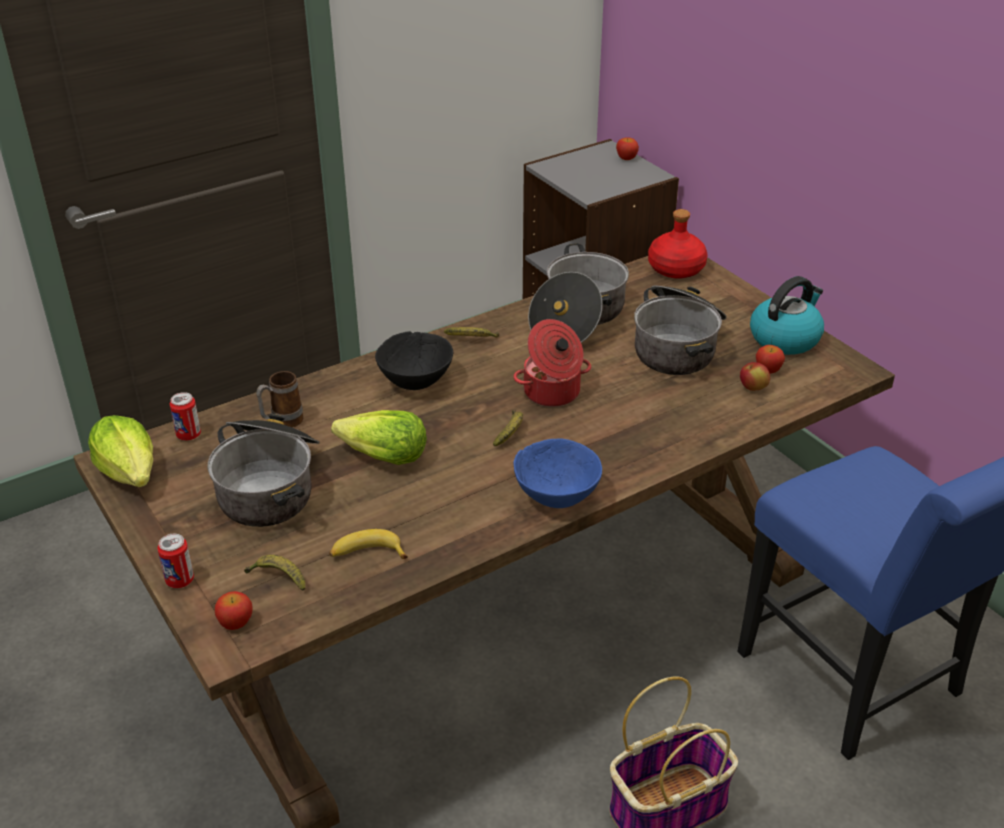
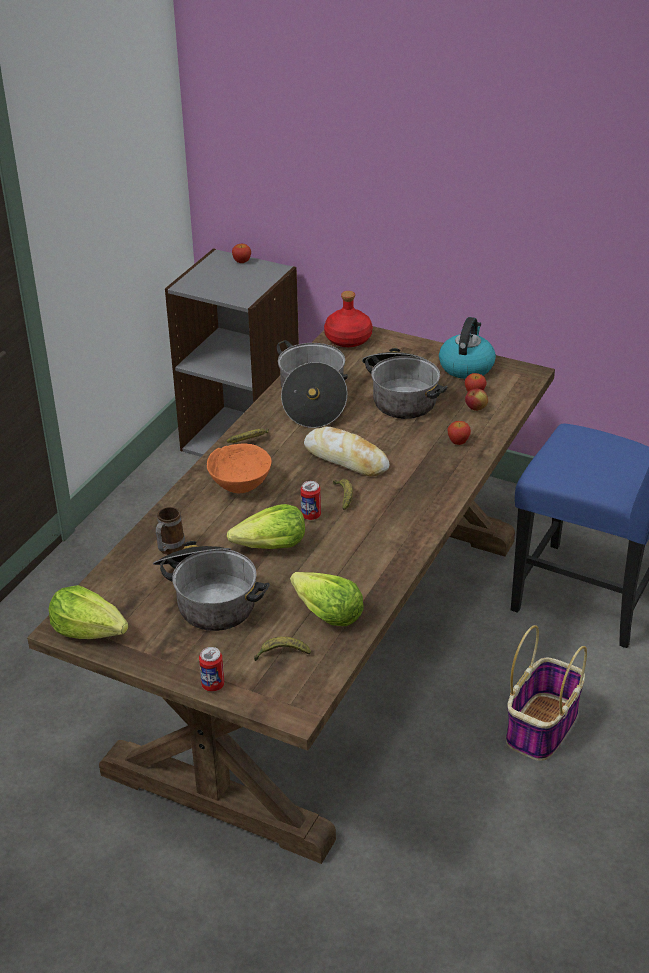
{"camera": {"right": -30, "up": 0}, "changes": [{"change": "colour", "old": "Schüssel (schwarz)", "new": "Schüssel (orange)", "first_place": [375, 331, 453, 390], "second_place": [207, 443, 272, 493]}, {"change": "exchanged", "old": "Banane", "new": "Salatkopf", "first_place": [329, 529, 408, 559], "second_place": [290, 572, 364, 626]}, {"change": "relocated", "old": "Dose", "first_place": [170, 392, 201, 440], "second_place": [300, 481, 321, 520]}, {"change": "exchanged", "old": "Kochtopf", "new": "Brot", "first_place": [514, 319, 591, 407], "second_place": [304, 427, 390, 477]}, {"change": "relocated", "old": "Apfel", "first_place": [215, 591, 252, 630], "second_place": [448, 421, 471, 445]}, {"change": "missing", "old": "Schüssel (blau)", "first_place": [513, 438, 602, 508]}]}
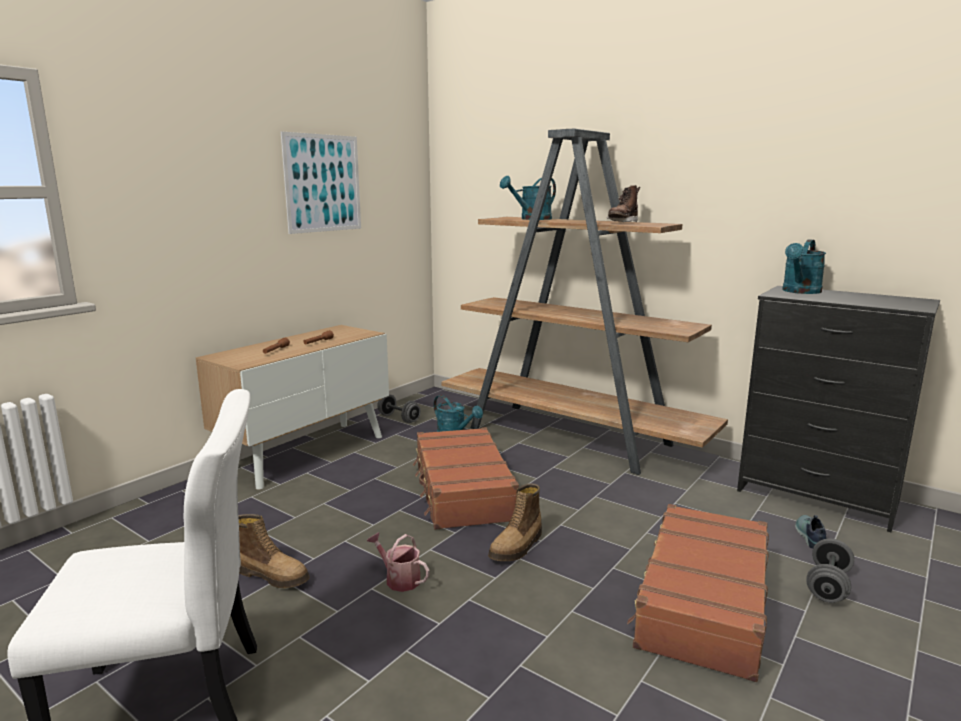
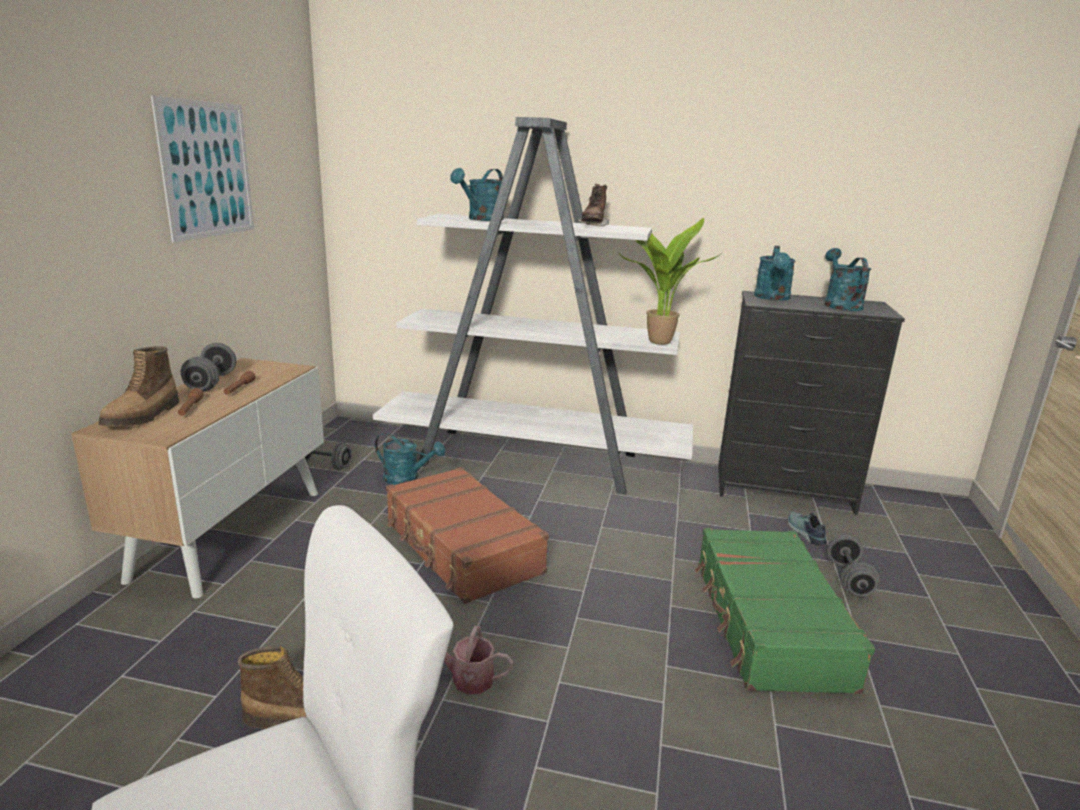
{"camera": {"right": -25, "up": 5}, "changes": [{"change": "relocated", "old": "Stiefel", "first_place": [488, 483, 542, 561], "second_place": [99, 346, 179, 426]}, {"change": "appeared", "new": "Hantel (grau)", "second_place": [181, 343, 236, 392]}, {"change": "colour", "old": "Bücherregal (braun)", "new": "Bücherregal (weiß)", "first_place": [441, 129, 728, 475], "second_place": [373, 117, 693, 494]}, {"change": "appeared", "new": "Topfpflanze", "second_place": [619, 218, 719, 345]}, {"change": "colour", "old": "Koffer (braun)", "new": "Koffer (grün)", "first_place": [627, 504, 769, 682], "second_place": [695, 528, 875, 694]}, {"change": "appeared", "new": "Gießkanne (türkis)", "second_place": [824, 248, 871, 311]}]}
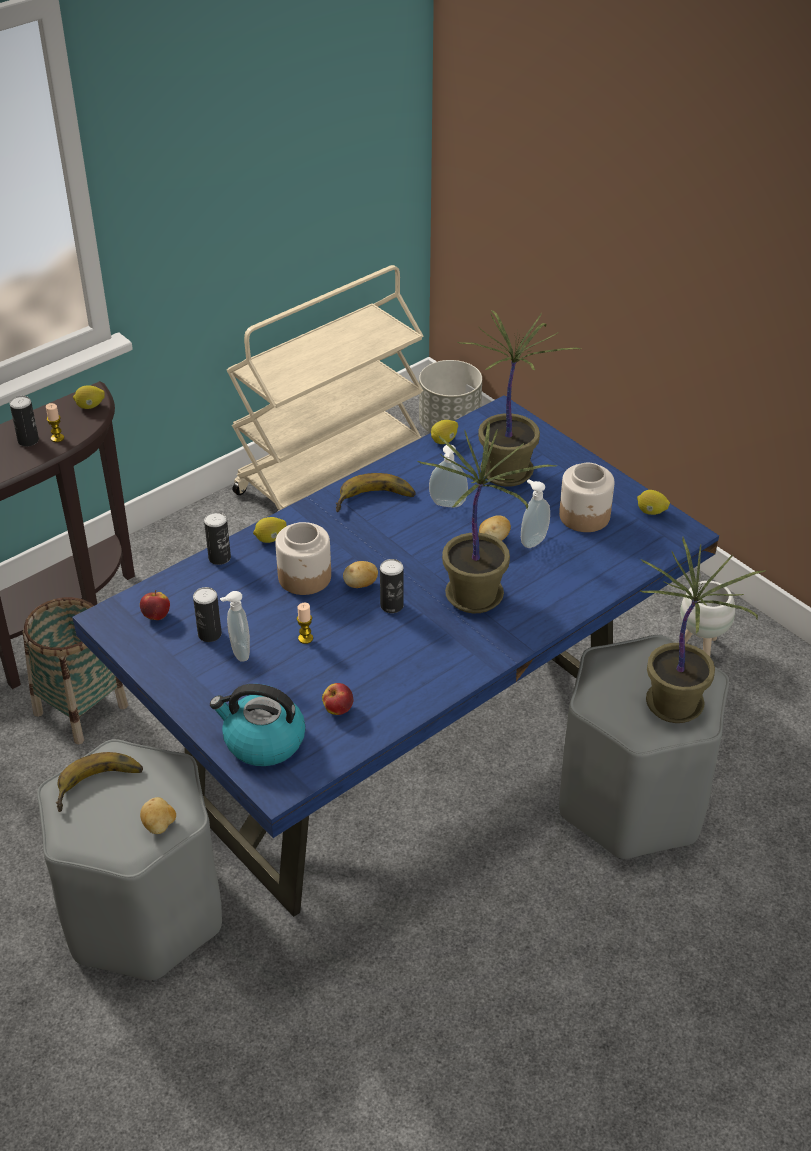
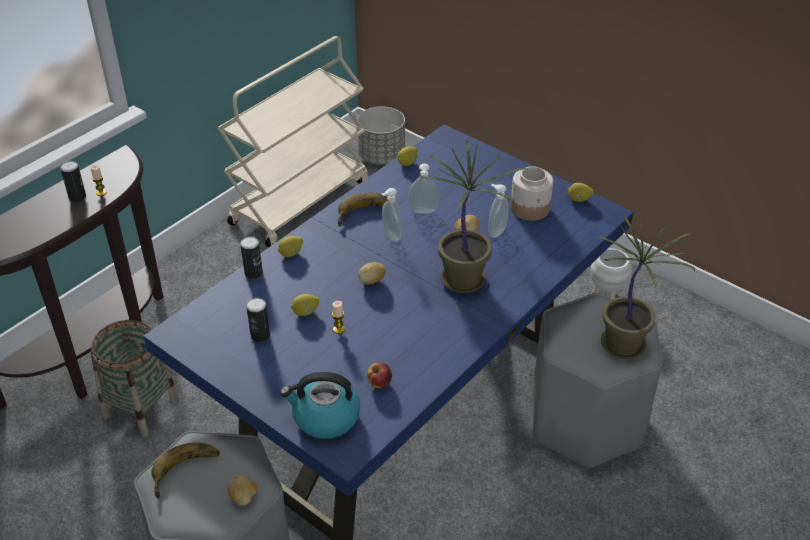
{"camera": {"right": -10, "up": 0}, "changes": [{"change": "relocated", "old": "Zitrone", "first_place": [73, 385, 105, 409], "second_place": [291, 294, 320, 316]}, {"change": "relocated", "old": "Seifenspender", "first_place": [220, 591, 250, 662], "second_place": [382, 188, 401, 241]}, {"change": "missing", "old": "Apfel", "first_place": [140, 590, 170, 620]}, {"change": "missing", "old": "Vorratsglas", "first_place": [275, 522, 331, 595]}, {"change": "missing", "old": "Dose", "first_place": [380, 559, 403, 613]}, {"change": "missing", "old": "Topfpflanze", "first_place": [458, 310, 581, 487]}]}
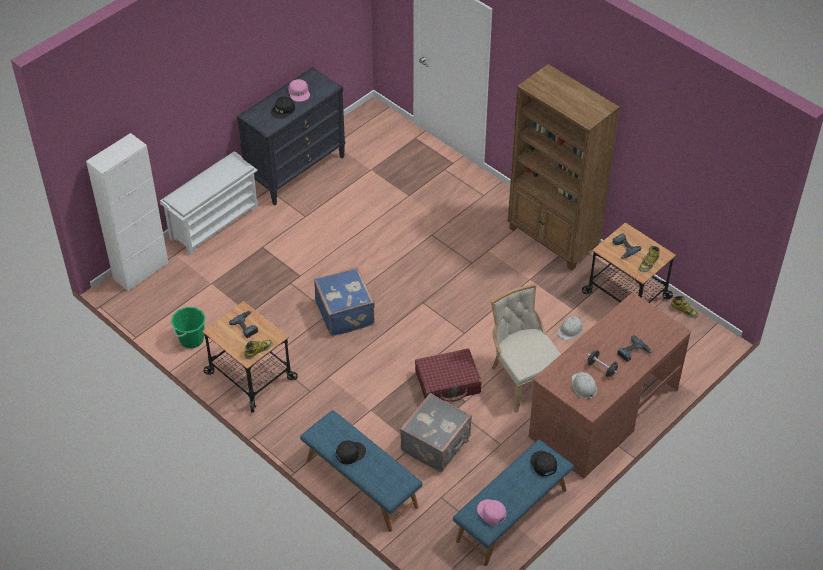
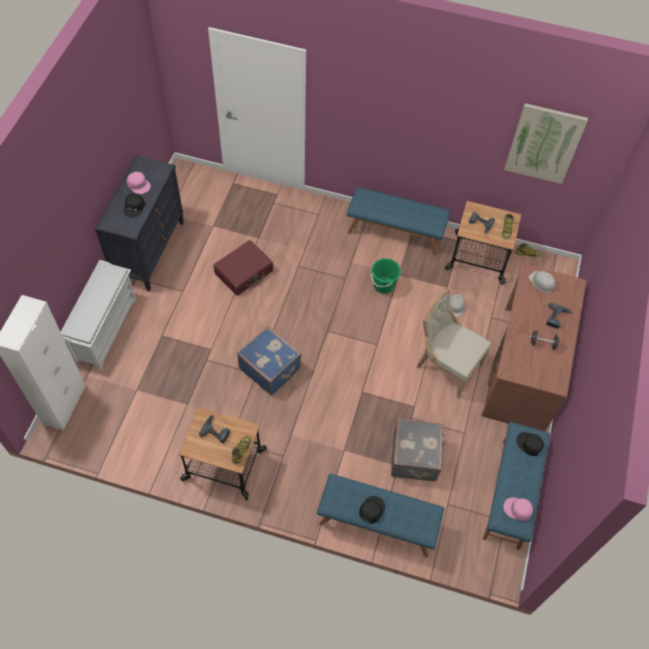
{"camera": {"right": -30, "up": 10}, "changes": [{"change": "relocated", "old": "Koffer (rot)", "first_place": [415, 349, 482, 402], "second_place": [213, 240, 273, 296]}, {"change": "exchanged", "old": "Bücherregal (braun)", "new": "Bank (blau)", "first_place": [508, 64, 620, 270], "second_place": [347, 187, 450, 256]}, {"change": "relocated", "old": "Eimer (grün)", "first_place": [171, 307, 206, 348], "second_place": [371, 258, 401, 294]}, {"change": "appeared", "new": "Bild", "second_place": [504, 103, 588, 184]}, {"change": "relocated", "old": "Schutzhelm (weiß)", "first_place": [572, 372, 597, 400], "second_place": [529, 271, 557, 293]}]}
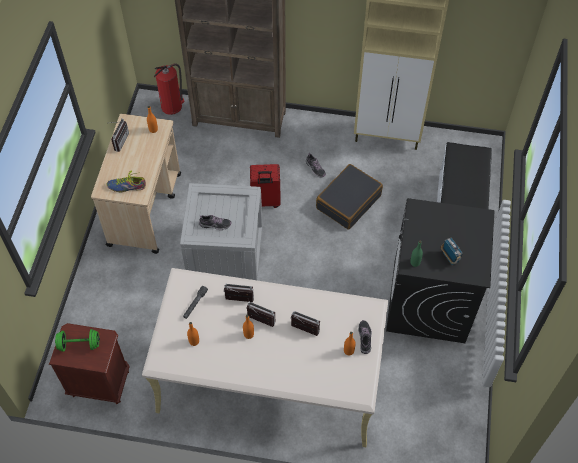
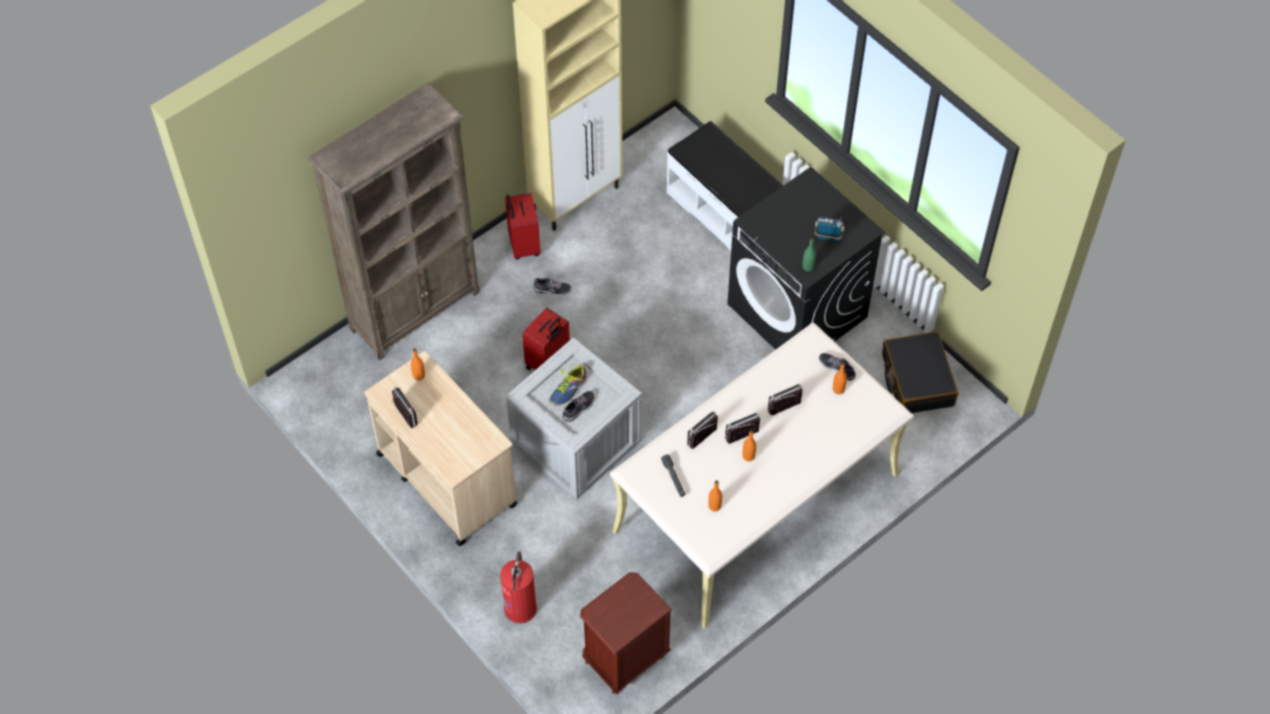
{"camera": {"right": -50, "up": 0}, "changes": [{"change": "relocated", "old": "Feuerlöscher", "first_place": [154, 63, 185, 115], "second_place": [500, 551, 537, 623]}, {"change": "appeared", "new": "Koffer (rot)", "second_place": [505, 193, 540, 260]}, {"change": "relocated", "old": "Schuh", "first_place": [107, 170, 146, 192], "second_place": [549, 362, 586, 406]}, {"change": "relocated", "old": "Koffer (schwarz)", "first_place": [316, 164, 383, 230], "second_place": [882, 331, 958, 413]}, {"change": "missing", "old": "Hantel (grün)", "first_place": [55, 329, 100, 352]}]}
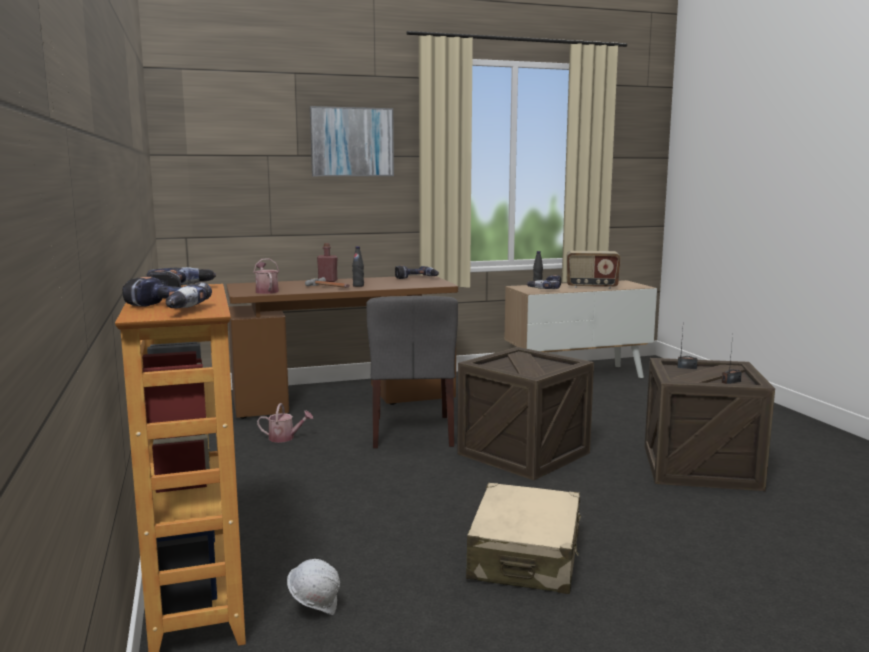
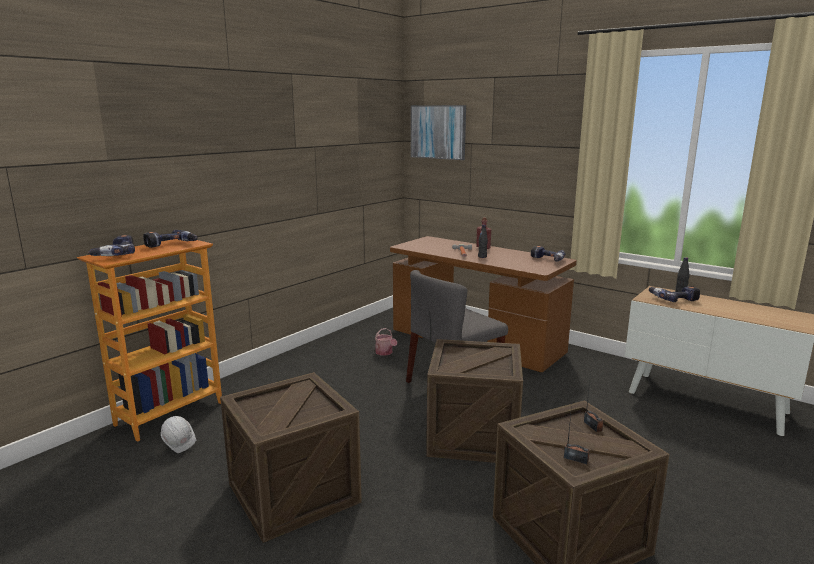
{"camera": {"right": 55, "up": 5}, "changes": [{"change": "exchanged", "old": "Koffer (beige)", "new": "Kiste", "first_place": [466, 483, 581, 594], "second_place": [220, 372, 362, 543]}, {"change": "relocated", "old": "Bild", "first_place": [310, 106, 394, 176], "second_place": [411, 105, 466, 160]}, {"change": "missing", "old": "Gießkanne", "first_place": [254, 258, 279, 294]}, {"change": "missing", "old": "Radio", "first_place": [567, 251, 621, 289]}]}
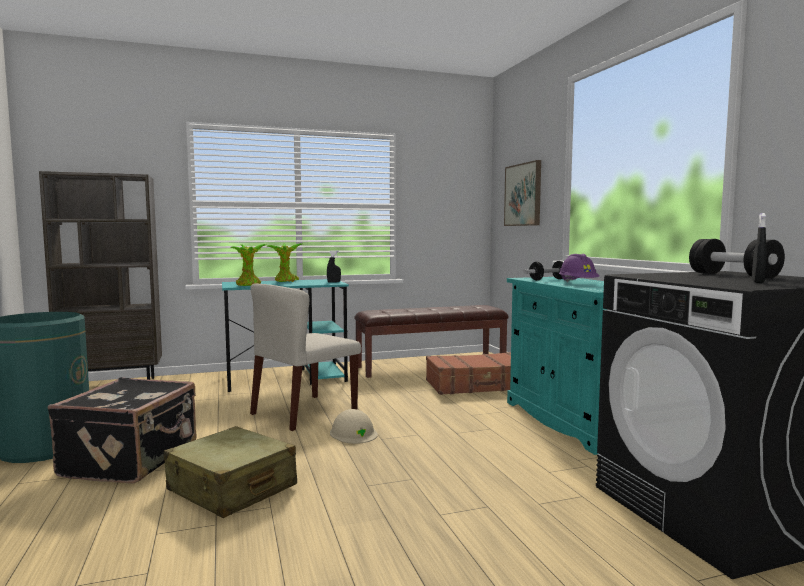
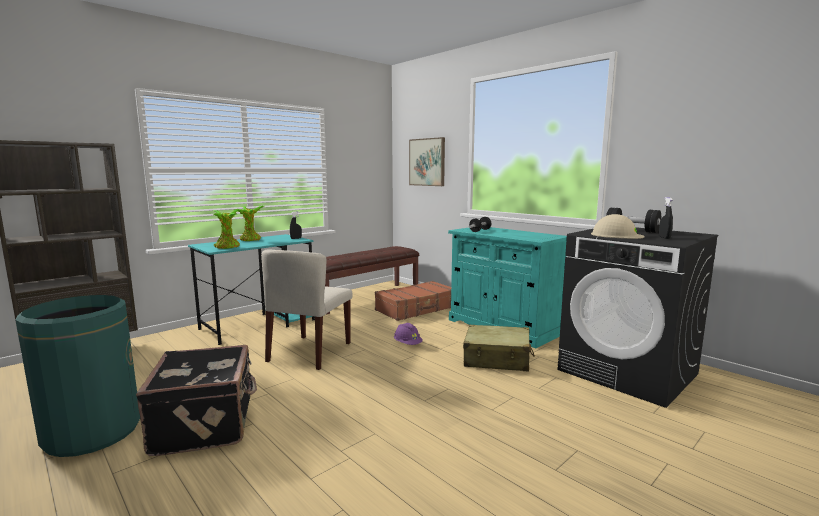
{"camera": {"right": -25, "up": 5}, "changes": [{"change": "relocated", "old": "Schutzhelm (lila)", "first_place": [559, 254, 600, 282], "second_place": [394, 323, 423, 345]}, {"change": "relocated", "old": "Koffer (beige)", "first_place": [164, 426, 297, 518], "second_place": [463, 325, 535, 371]}, {"change": "relocated", "old": "Schutzhelm (beige)", "first_place": [330, 409, 378, 444], "second_place": [591, 214, 645, 239]}]}
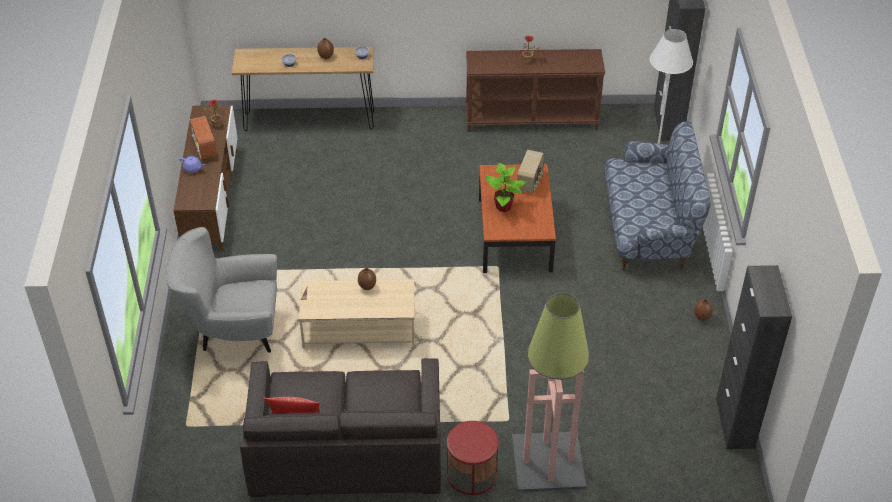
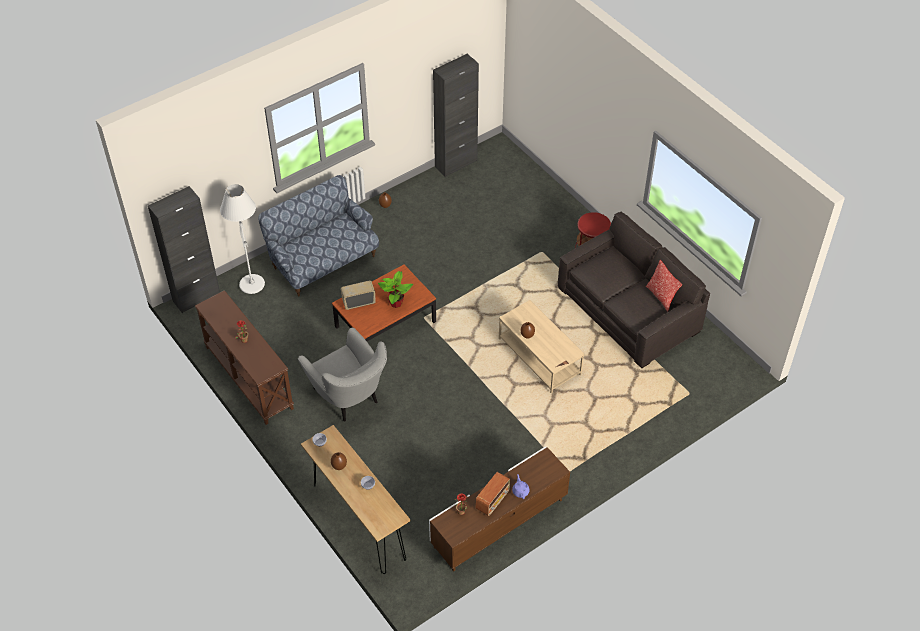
{"camera": {"right": -125, "up": 5}, "changes": [{"change": "relocated", "old": "Sessel (grau)", "first_place": [165, 227, 277, 353], "second_place": [298, 328, 387, 422]}, {"change": "missing", "old": "Stehlampe", "first_place": [512, 293, 589, 492]}]}
